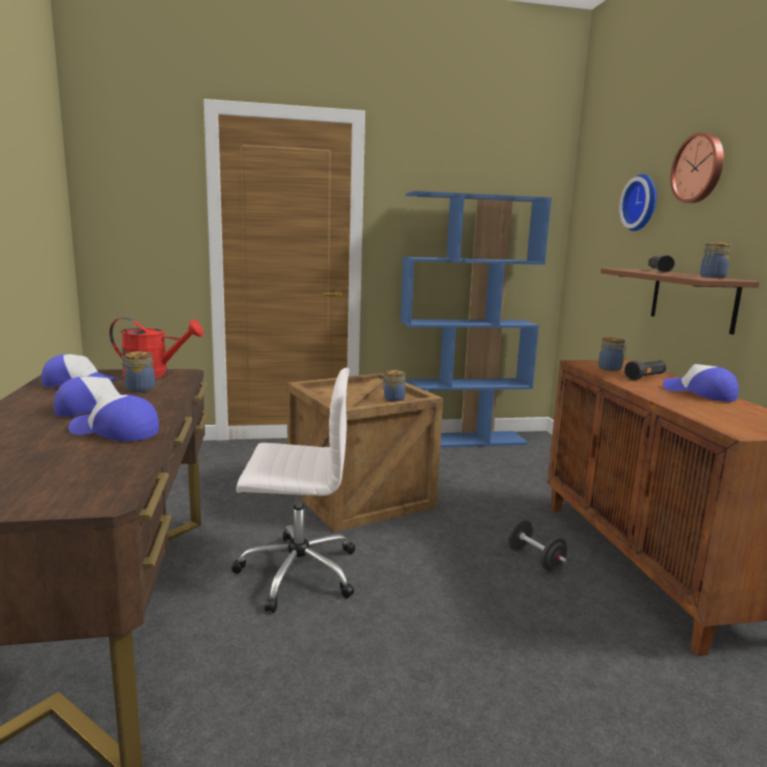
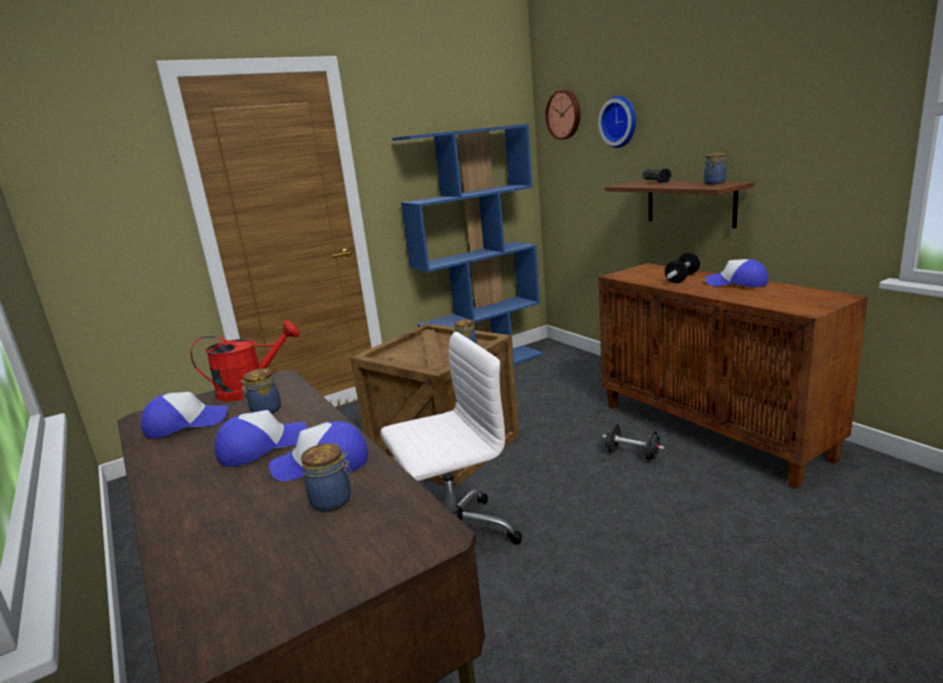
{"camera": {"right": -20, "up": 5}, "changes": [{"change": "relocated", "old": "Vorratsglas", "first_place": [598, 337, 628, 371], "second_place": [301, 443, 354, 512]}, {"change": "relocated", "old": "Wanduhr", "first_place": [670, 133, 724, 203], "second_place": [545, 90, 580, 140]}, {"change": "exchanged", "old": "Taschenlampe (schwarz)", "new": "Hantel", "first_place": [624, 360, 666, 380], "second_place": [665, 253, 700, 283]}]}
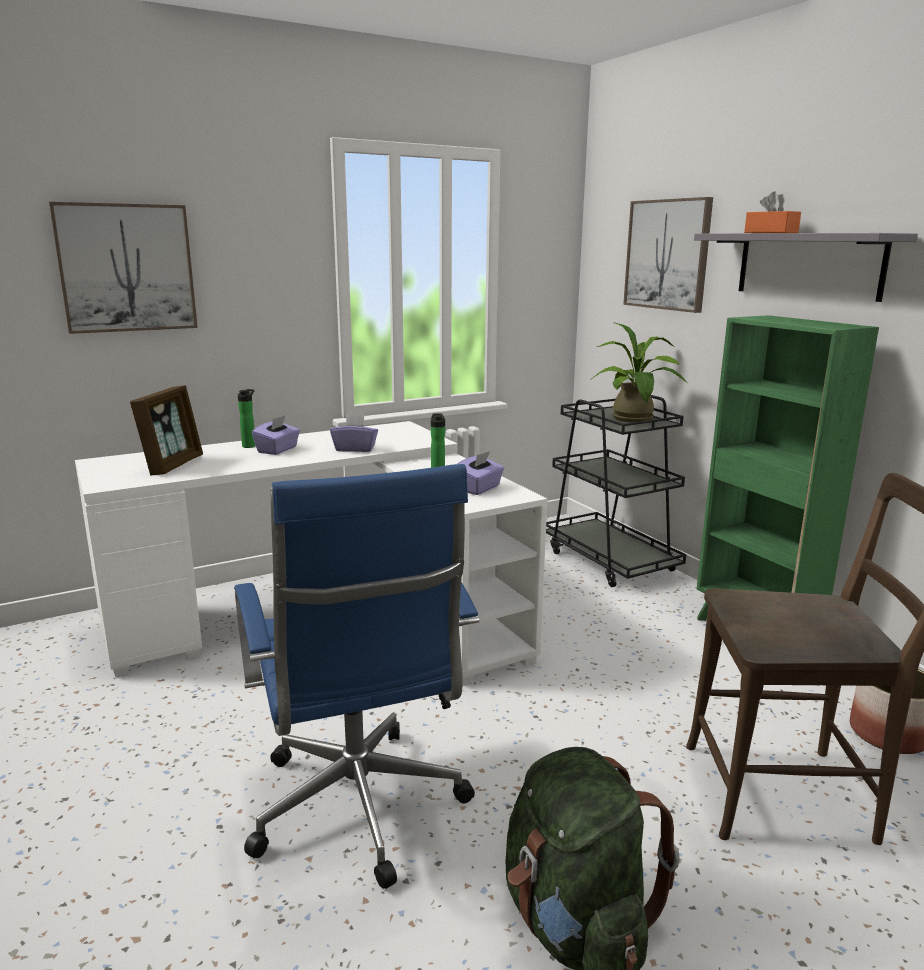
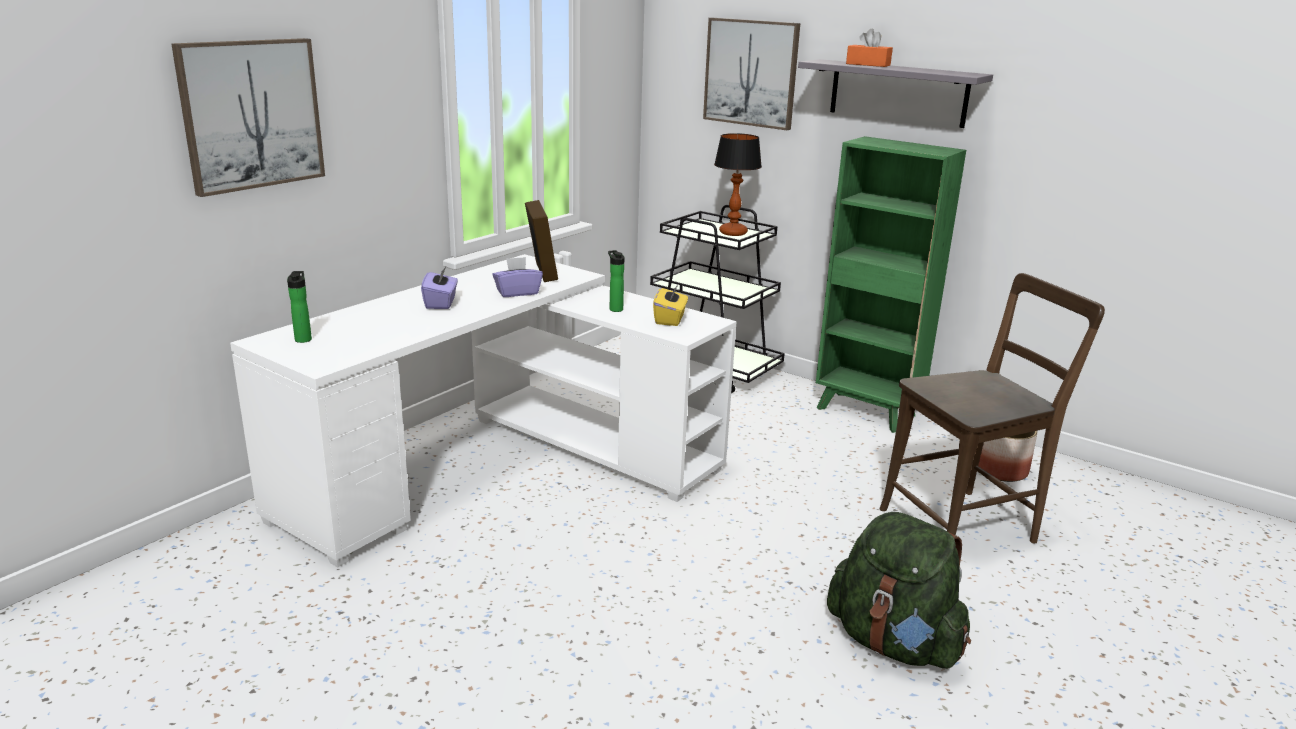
{"camera": {"right": -25, "up": 5}, "changes": [{"change": "relocated", "old": "Flasche", "first_place": [238, 389, 256, 448], "second_place": [287, 271, 312, 343]}, {"change": "relocated", "old": "Bilderrahmen", "first_place": [130, 385, 203, 475], "second_place": [525, 200, 558, 282]}, {"change": "colour", "old": "Taschentuchbox (lila)", "new": "Taschentuchbox (gelb)", "first_place": [457, 451, 504, 495], "second_place": [653, 283, 688, 326]}, {"change": "exchanged", "old": "Topfpflanze", "new": "Tischlampe", "first_place": [590, 322, 687, 423], "second_place": [714, 133, 762, 236]}, {"change": "missing", "old": "Bürostuhl (blau)", "first_place": [234, 464, 479, 889]}]}
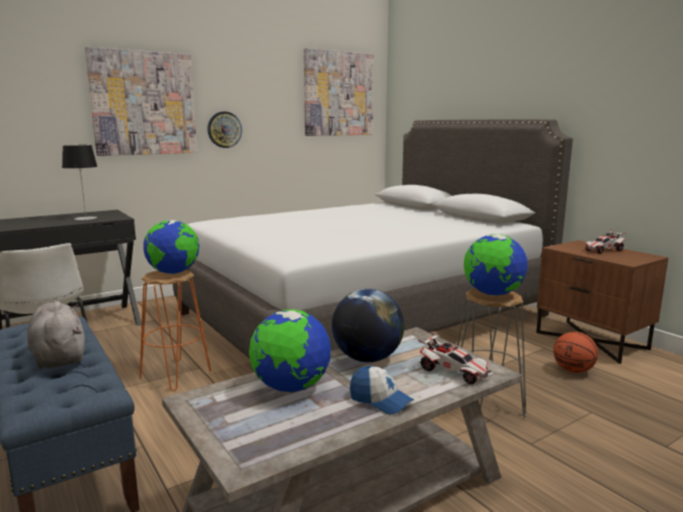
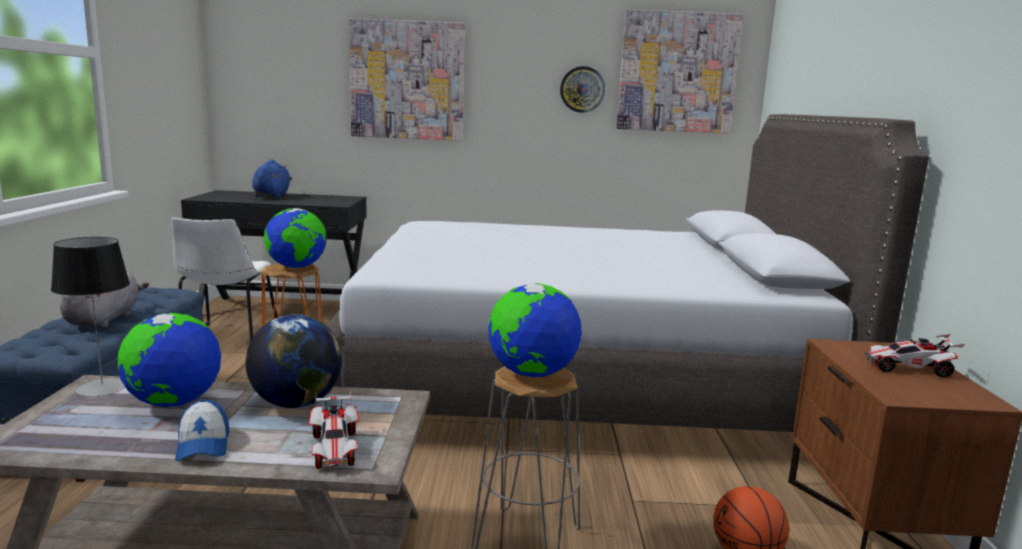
{"camera": {"right": 35, "up": 0}, "changes": [{"change": "relocated", "old": "Tischlampe", "first_place": [62, 145, 98, 220], "second_place": [51, 237, 130, 396]}, {"change": "appeared", "new": "Plüschtier (blau)", "second_place": [252, 159, 292, 199]}, {"change": "relocated", "old": "Wanduhr", "first_place": [207, 111, 242, 148], "second_place": [560, 66, 605, 113]}]}
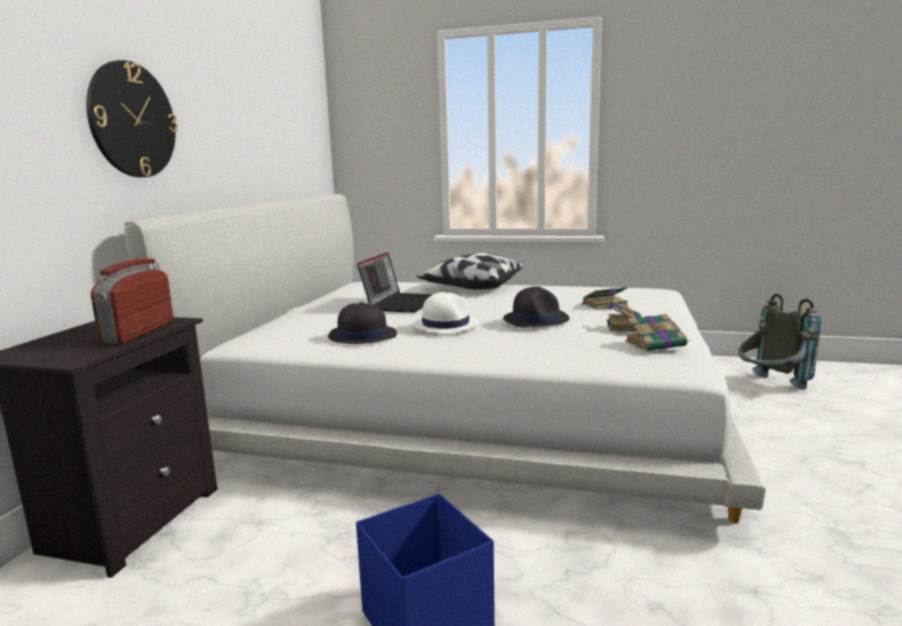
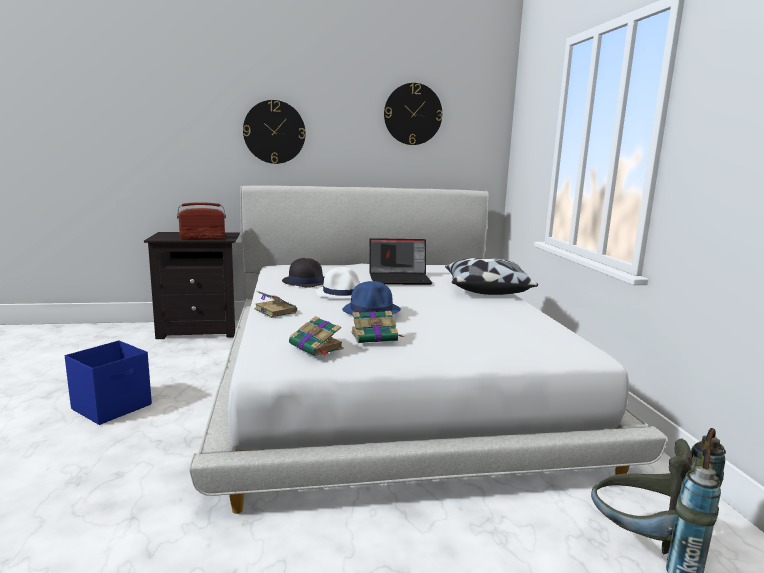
{"camera": {"right": 65, "up": 0}, "changes": [{"change": "relocated", "old": "Buch", "first_place": [579, 287, 628, 310], "second_place": [254, 290, 297, 318]}, {"change": "colour", "old": "Hut (schwarz)", "new": "Hut (blau)", "first_place": [503, 286, 570, 328], "second_place": [342, 281, 401, 315]}, {"change": "appeared", "new": "Wanduhr", "second_place": [384, 83, 442, 145]}]}
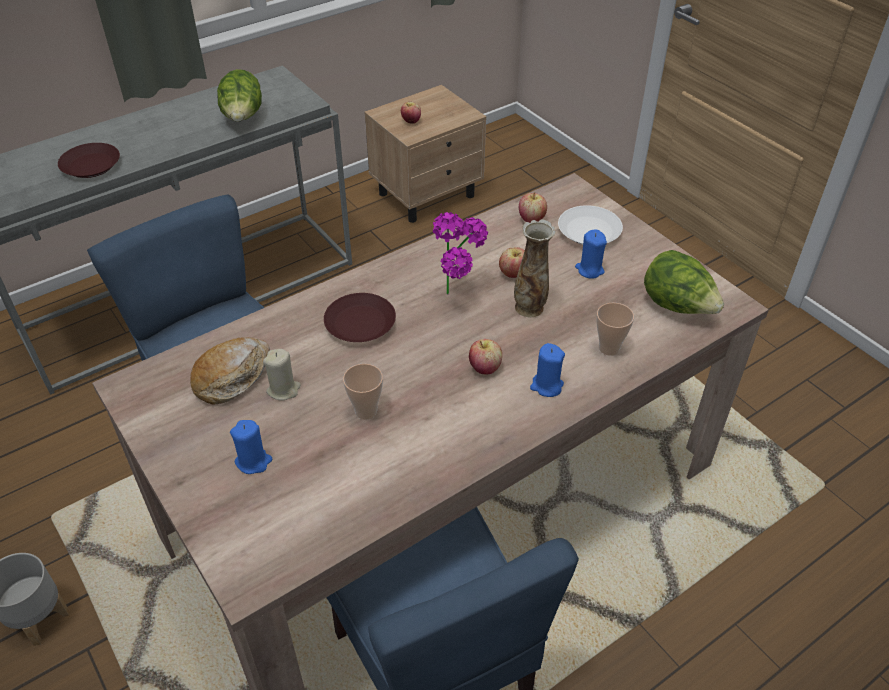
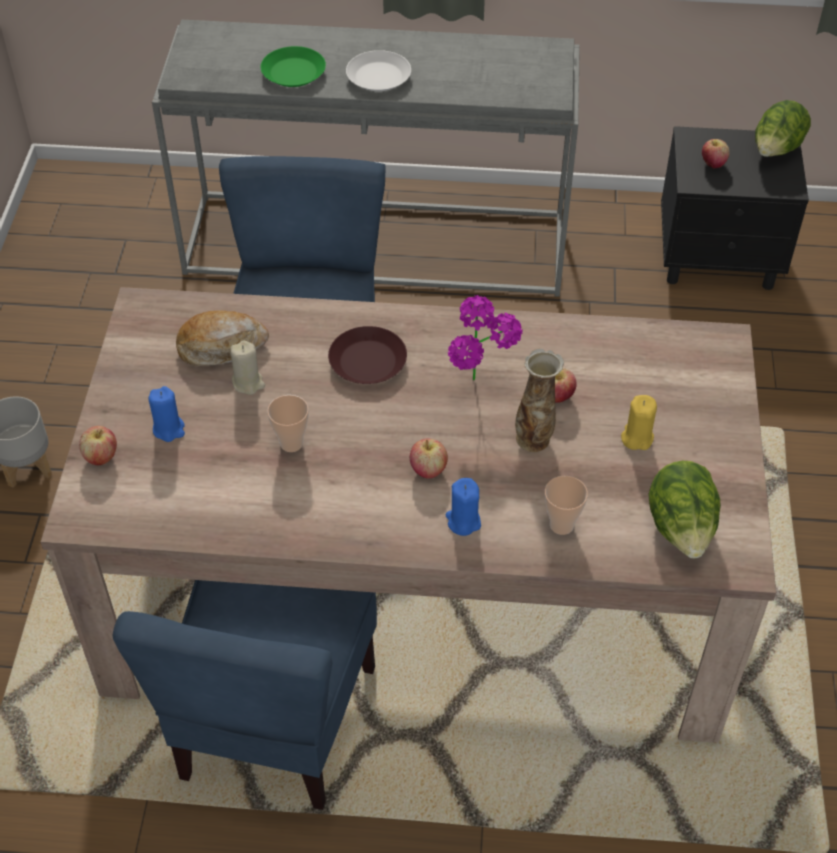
{"camera": {"right": 40, "up": 5}, "changes": [{"change": "relocated", "old": "Apfel", "first_place": [519, 192, 547, 223], "second_place": [79, 426, 117, 465]}, {"change": "colour", "old": "Teller (braun)", "new": "Teller (grün)", "first_place": [58, 143, 120, 178], "second_place": [261, 46, 326, 87]}, {"change": "relocated", "old": "Teller (weiß)", "first_place": [558, 205, 623, 245], "second_place": [346, 50, 411, 91]}, {"change": "colour", "old": "Kerze (blau)", "new": "Kerze (gelb)", "first_place": [575, 230, 607, 279], "second_place": [621, 395, 657, 450]}, {"change": "colour", "old": "Nachttisch (beige)", "new": "Nachttisch (schwarz)", "first_place": [364, 85, 486, 223], "second_place": [661, 126, 809, 290]}, {"change": "relocated", "old": "Salatkopf", "first_place": [217, 69, 262, 122], "second_place": [755, 100, 811, 157]}]}
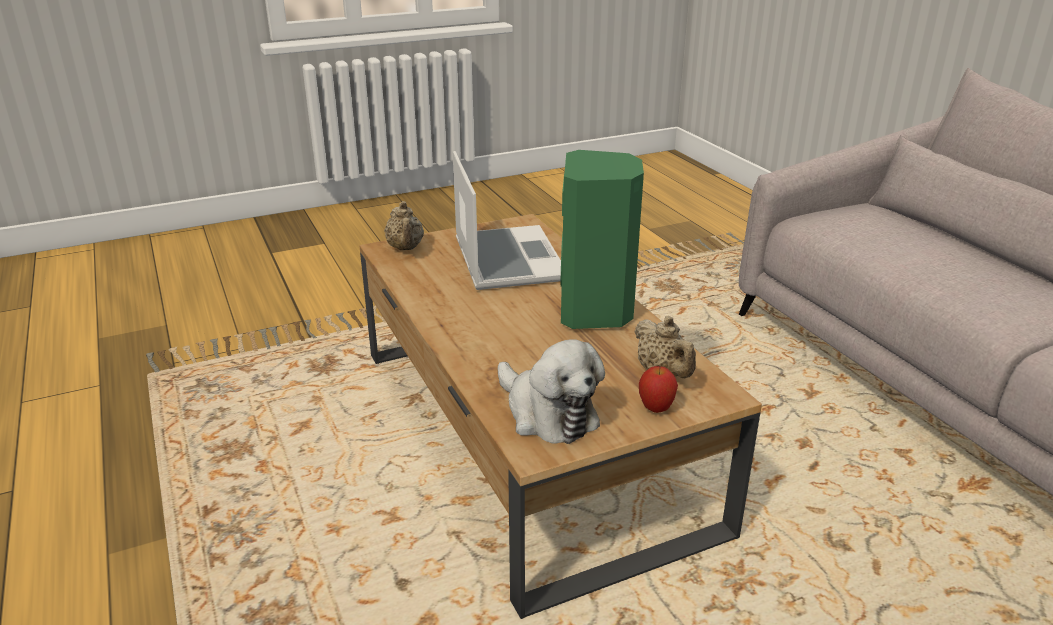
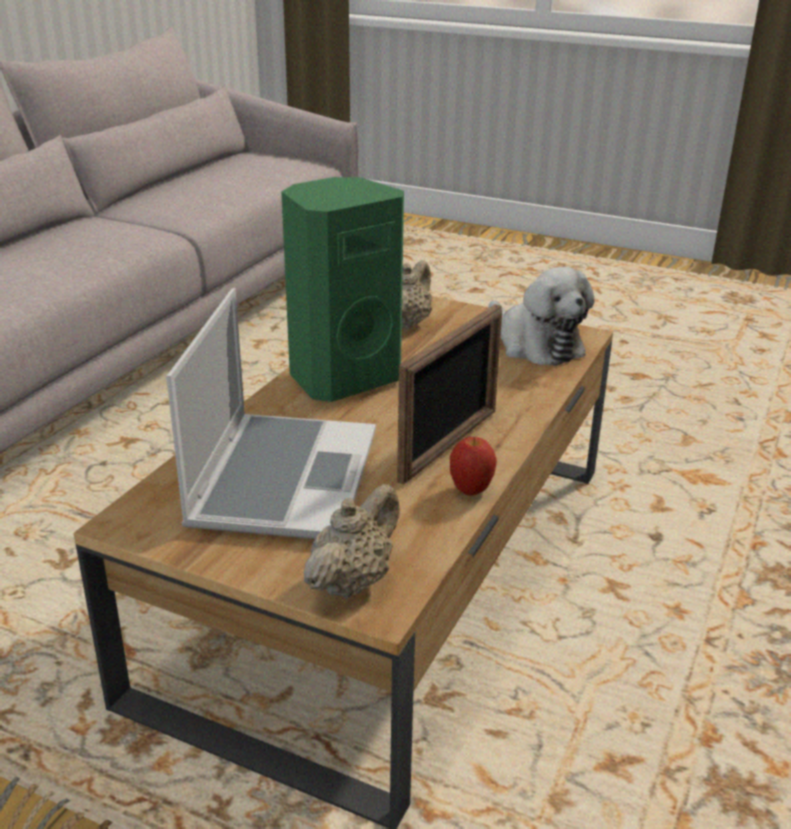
{"camera": {"right": -130, "up": 0}, "changes": [{"change": "spun", "old": "Laptop", "first_place": [453, 151, 561, 290], "second_place": [166, 288, 376, 539], "degrees": 150}, {"change": "appeared", "new": "Bilderrahmen", "second_place": [397, 304, 502, 485]}, {"change": "relocated", "old": "Apfel", "first_place": [639, 366, 678, 413], "second_place": [450, 437, 497, 496]}, {"change": "spun", "old": "Plüschtier", "first_place": [498, 339, 605, 444], "second_place": [488, 267, 595, 366], "degrees": 135}]}
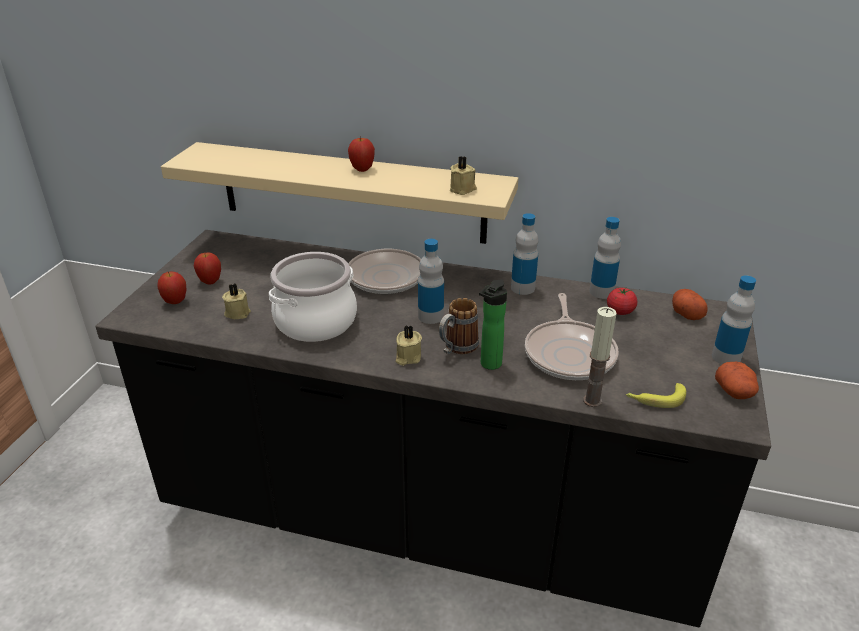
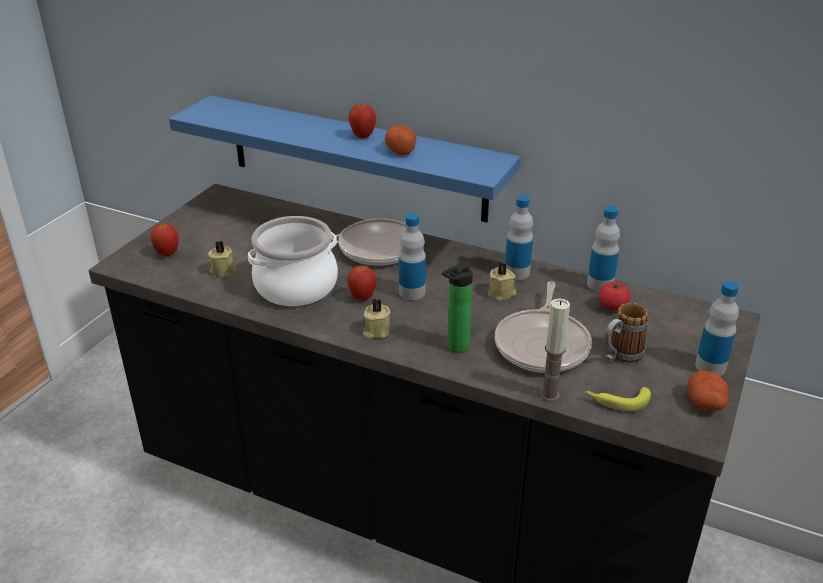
{"camera": {"right": 10, "up": 0}, "changes": [{"change": "colour", "old": "Wandregal (beige)", "new": "Wandregal (blau)", "first_place": [161, 142, 518, 244], "second_place": [169, 96, 521, 223]}, {"change": "relocated", "old": "Apfel", "first_place": [194, 252, 221, 284], "second_place": [347, 266, 377, 301]}, {"change": "relocated", "old": "Kartoffel", "first_place": [672, 289, 708, 320], "second_place": [385, 125, 416, 155]}, {"change": "relocated", "old": "Kerze (beige)", "first_place": [450, 156, 477, 195], "second_place": [488, 262, 516, 301]}, {"change": "relocated", "old": "Henkelbecher", "first_place": [439, 298, 479, 354], "second_place": [605, 303, 648, 363]}]}
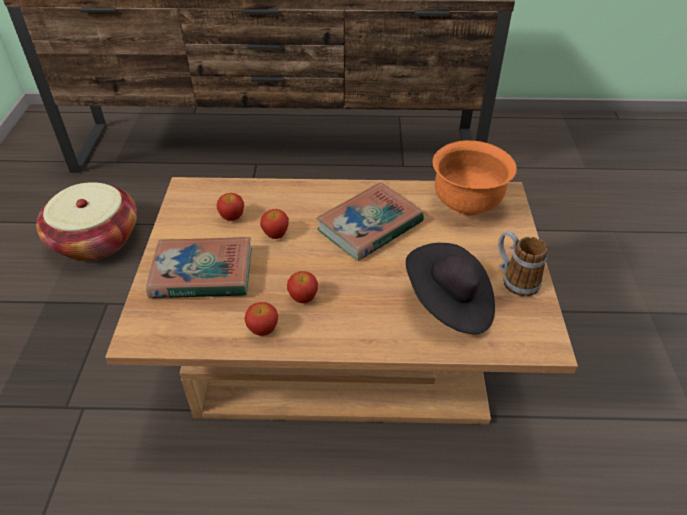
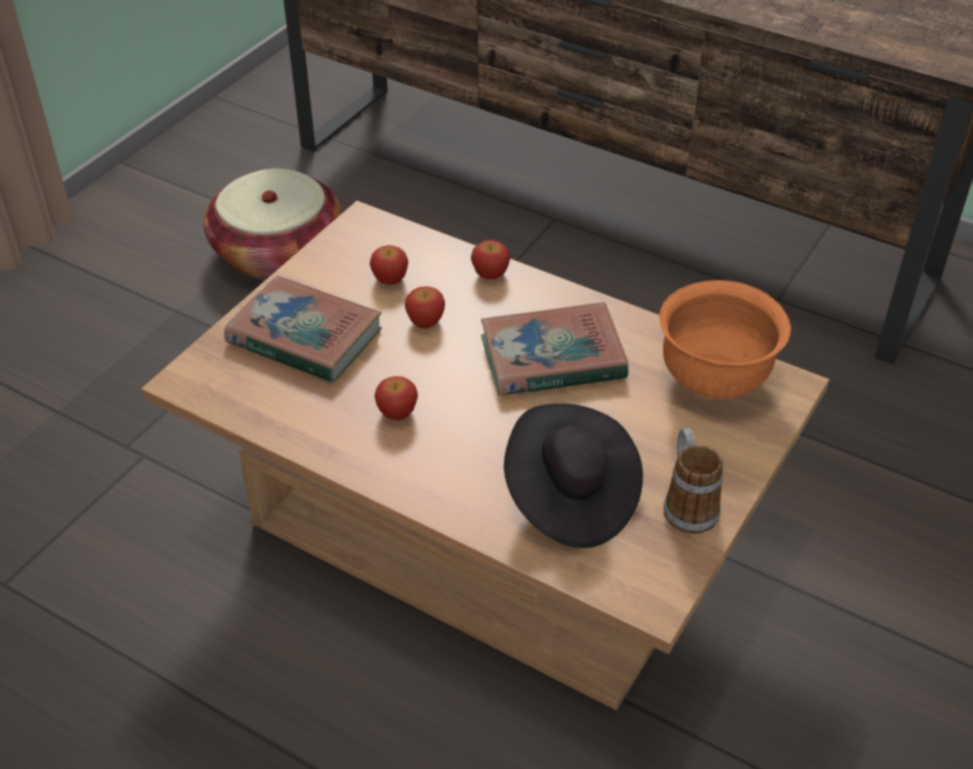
{"camera": {"right": 30, "up": 0}, "changes": [{"change": "relocated", "old": "Apfel", "first_place": [244, 302, 278, 336], "second_place": [471, 240, 510, 280]}]}
